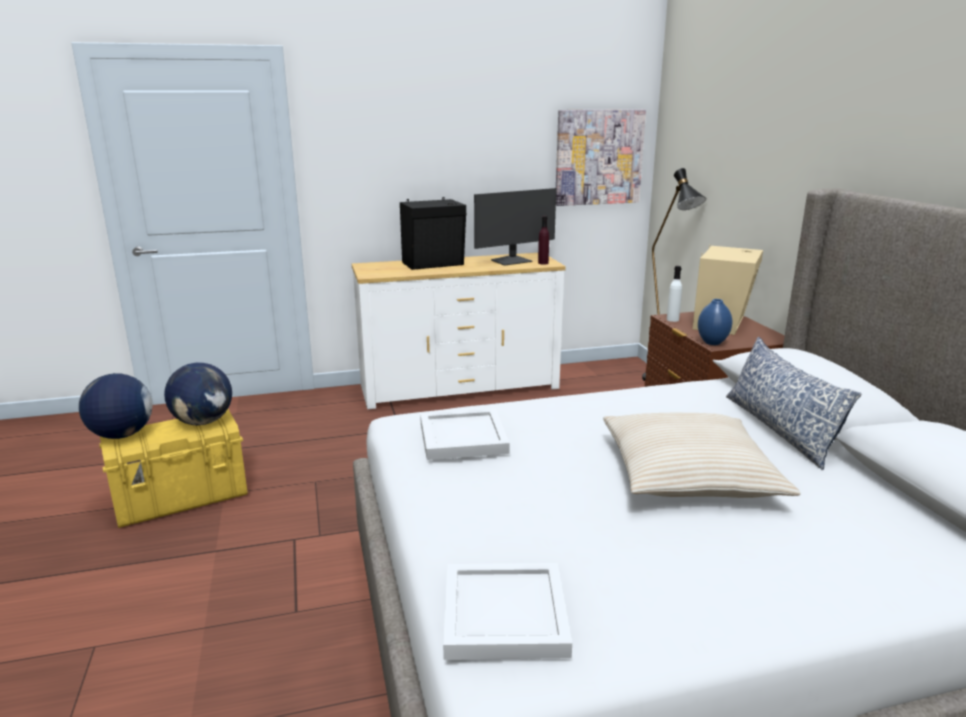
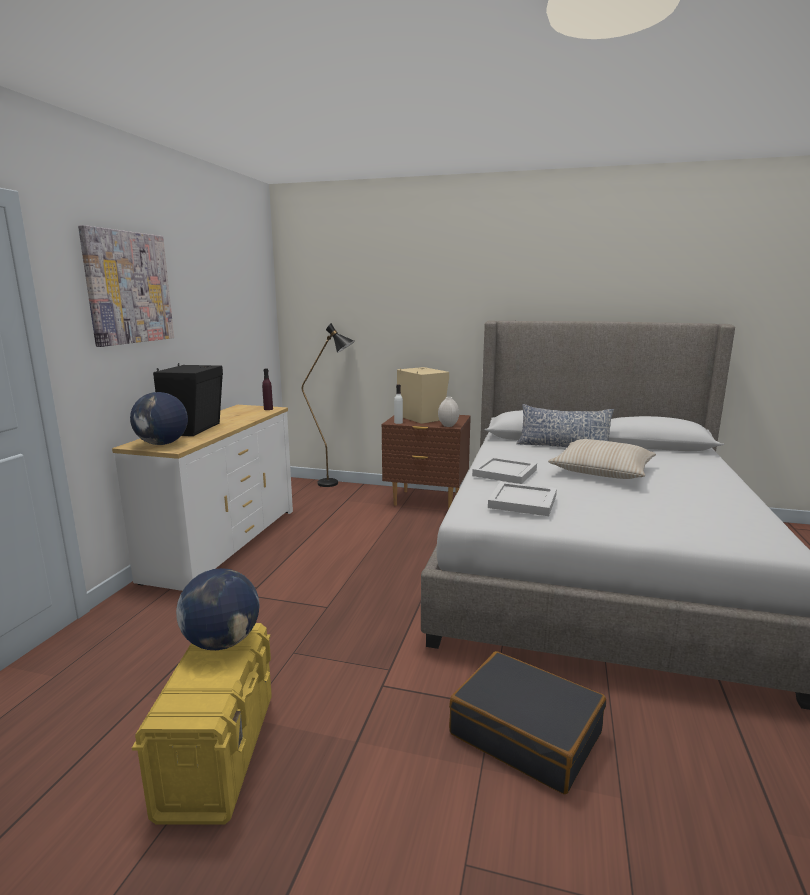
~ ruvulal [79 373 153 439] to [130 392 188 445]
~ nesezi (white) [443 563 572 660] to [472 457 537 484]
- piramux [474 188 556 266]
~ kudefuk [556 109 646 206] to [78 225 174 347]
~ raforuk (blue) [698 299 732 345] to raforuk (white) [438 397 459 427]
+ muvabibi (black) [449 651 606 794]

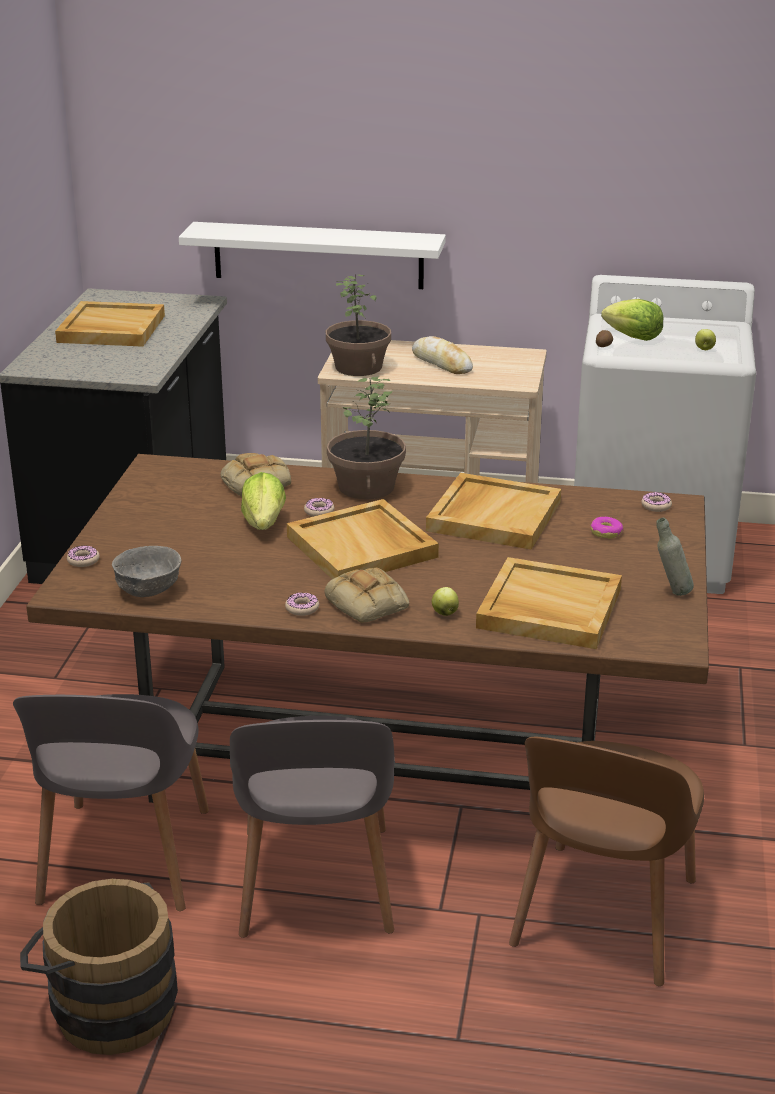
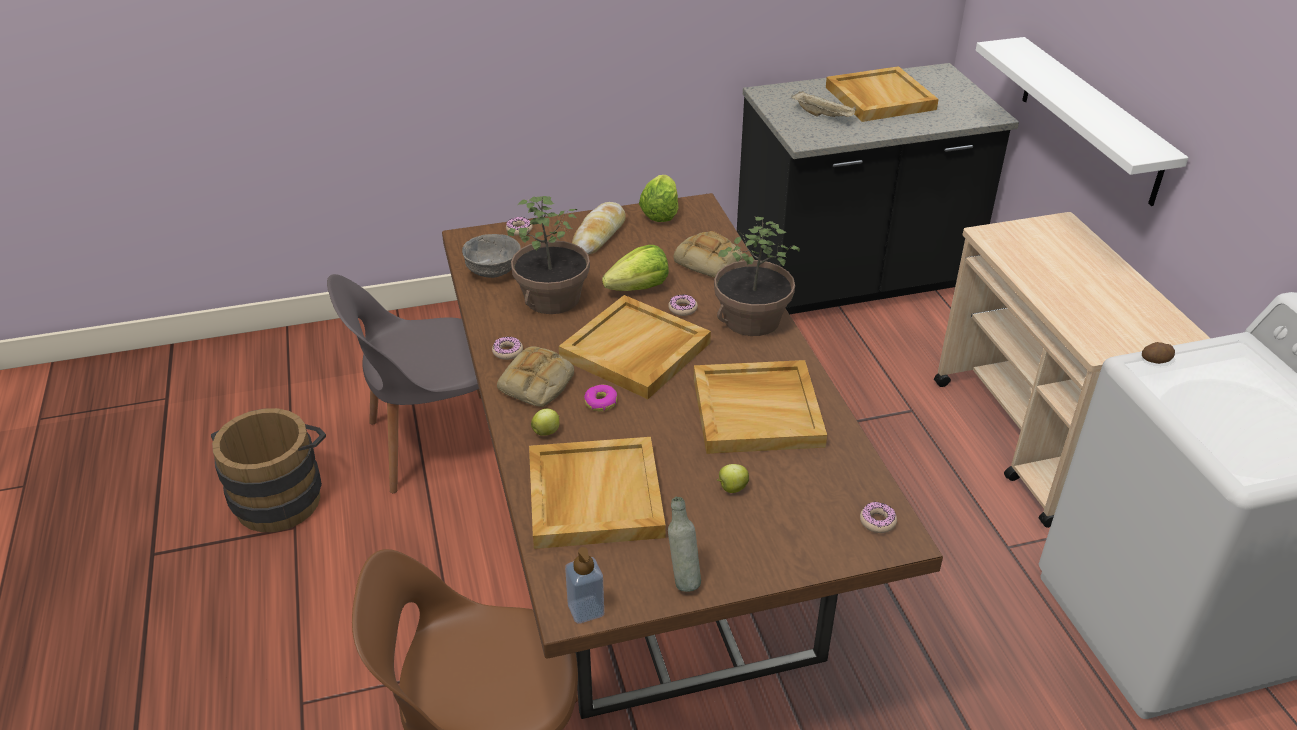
- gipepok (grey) [230 716 395 938]
~ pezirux [326 274 391 376] to [507 196 590 314]
~ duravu [412 336 473 374] to [572 202 626 255]
~ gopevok [590 517 623 539] to [584 385 617 411]
~ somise [601 299 664 341] to [639 175 679 222]
~ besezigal [695 329 716 350] to [717 464 749 493]
+ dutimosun [565 547 604 624]
+ nesezi (beige) [791 91 856 117]

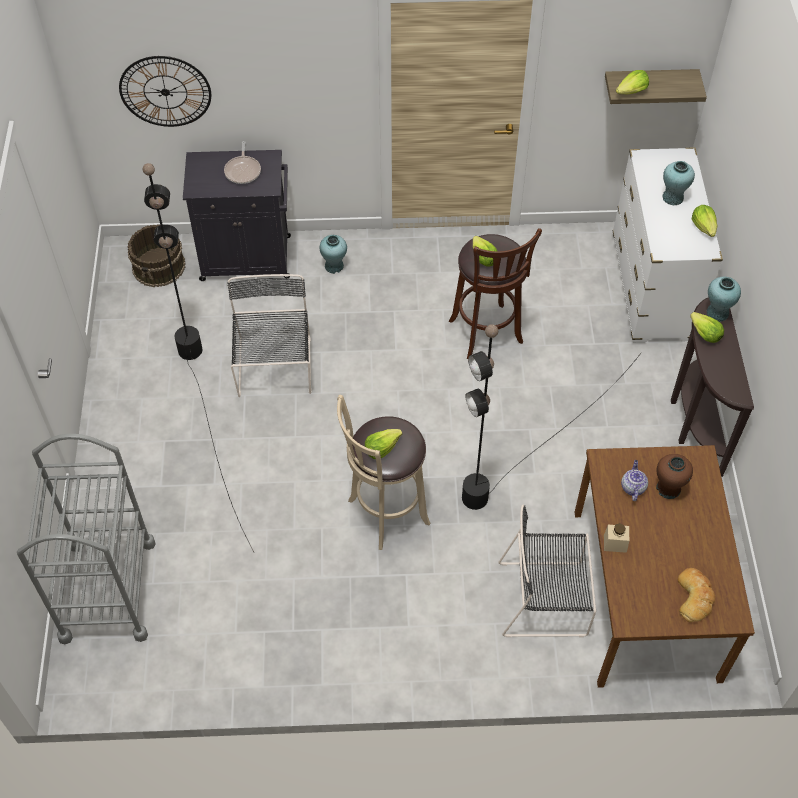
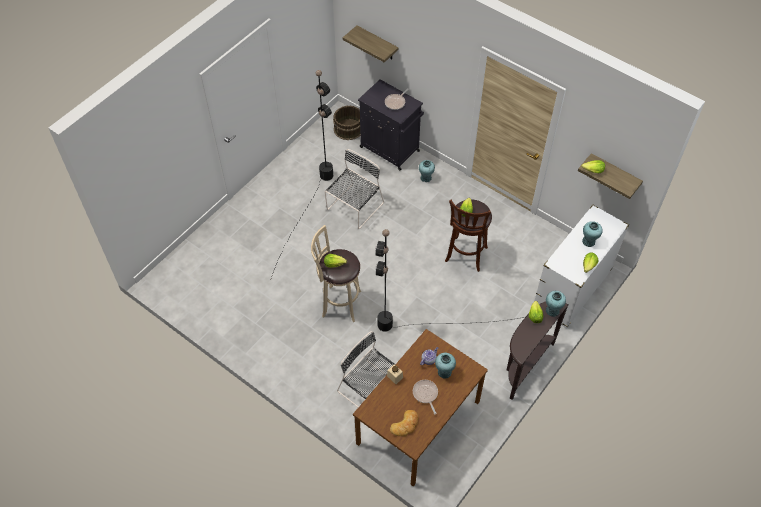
- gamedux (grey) [17 434 156 644]
~ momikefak [119 56 211 127] to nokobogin [343 25 398 63]
~ raforuk (brown) [656 454 693 499] to raforuk (turquoise) [435 353 456 379]
+ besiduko [413 380 438 415]

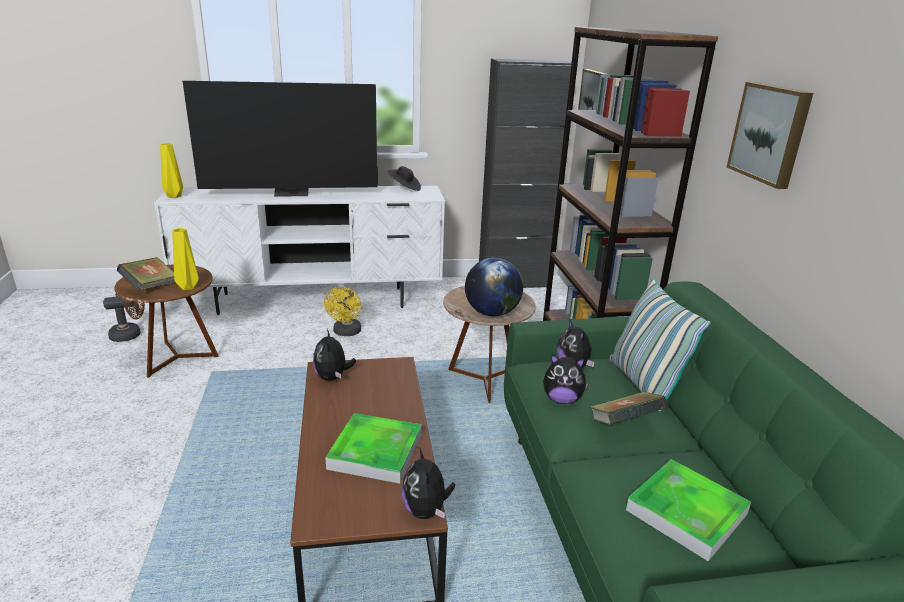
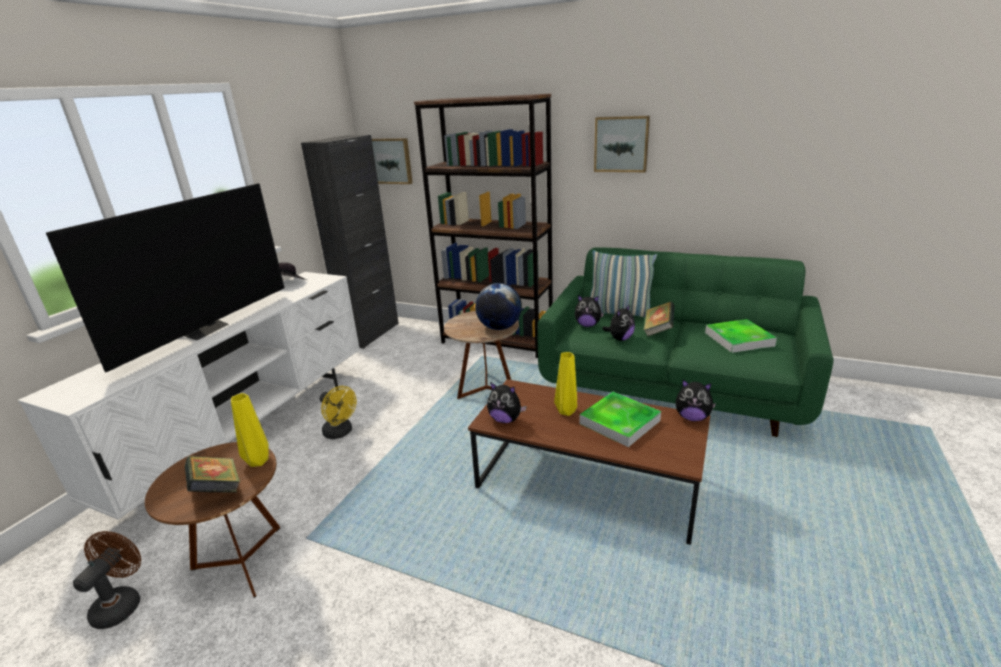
~ raforuk (yellow) [160 143 183 198] to [554 352 577 416]

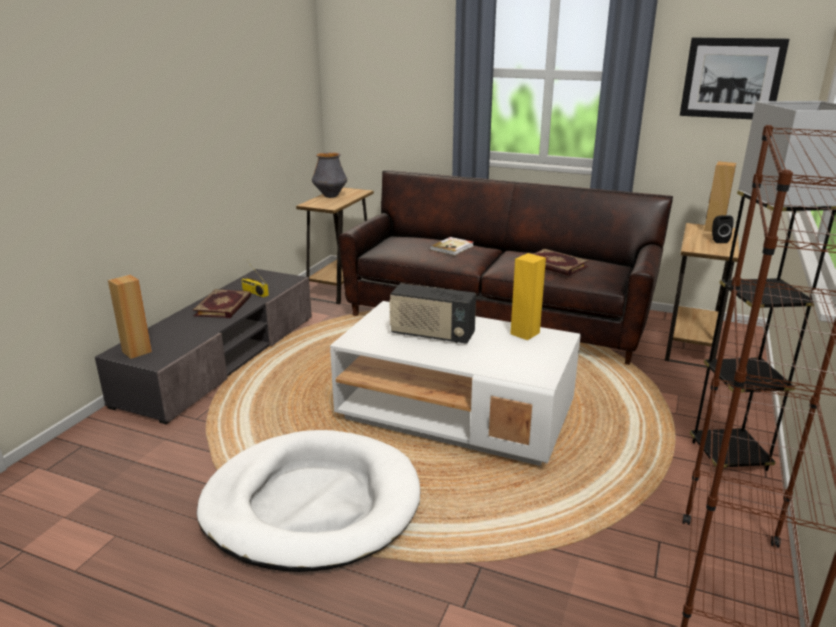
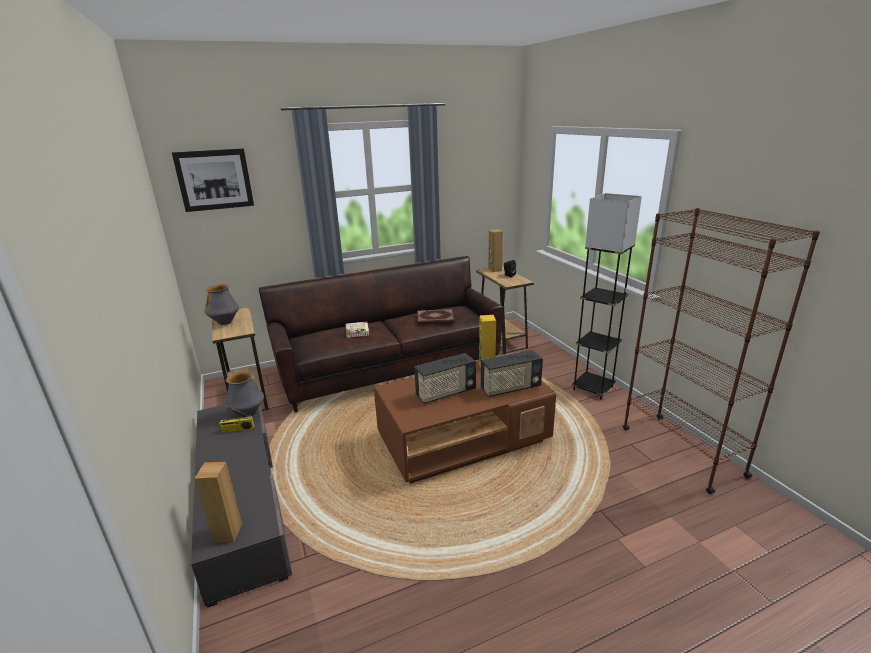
- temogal [193 289 251 318]
- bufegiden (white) [196 430 420 572]
~ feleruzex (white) [330 301 581 466] to feleruzex (brown) [374 362 556 484]
~ kudefuk [680 38 789 119] to [172 148 254 212]
+ raforuk [225 371 264 417]
+ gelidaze [481 350 543 397]

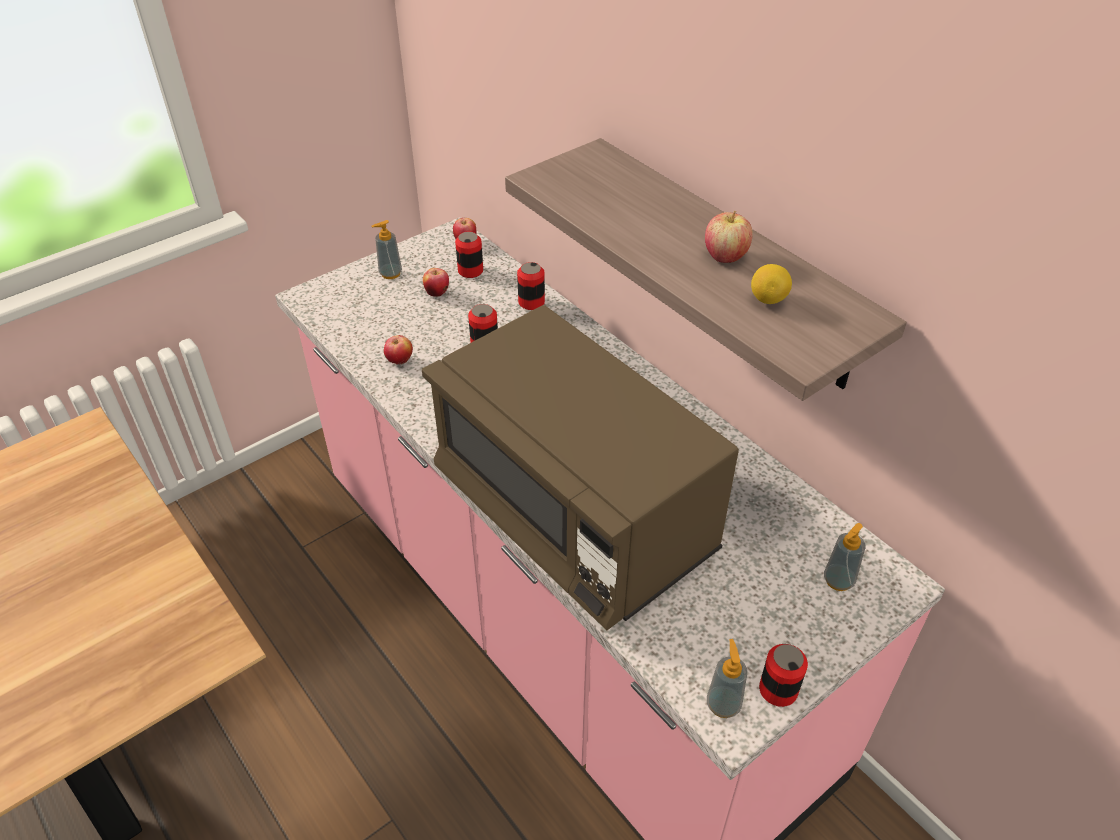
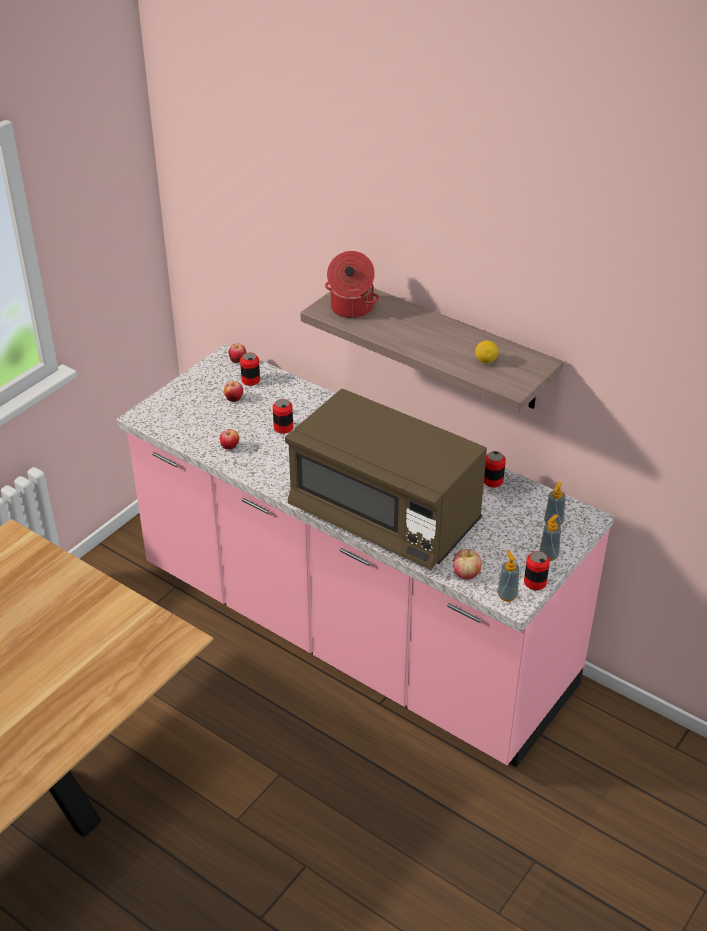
~ dutimosun [372 220 402 279] to [539 514 561 561]
~ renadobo [517 262 545 310] to [484 451 506 488]
~ besezigal [705 210 753 263] to [453 549 482 580]
+ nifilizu [325 251 379 318]

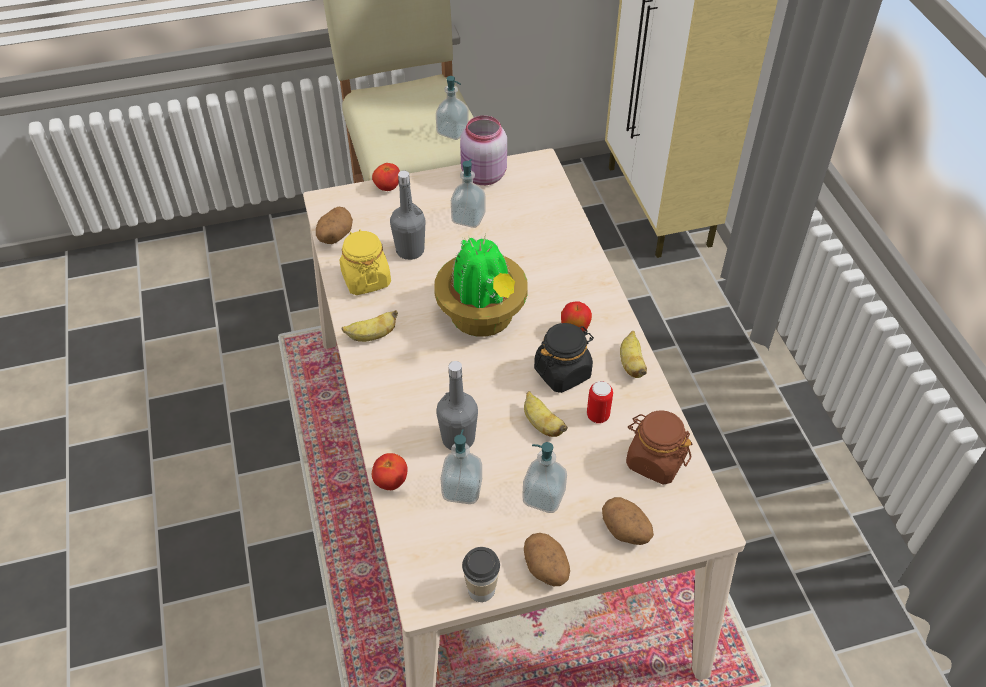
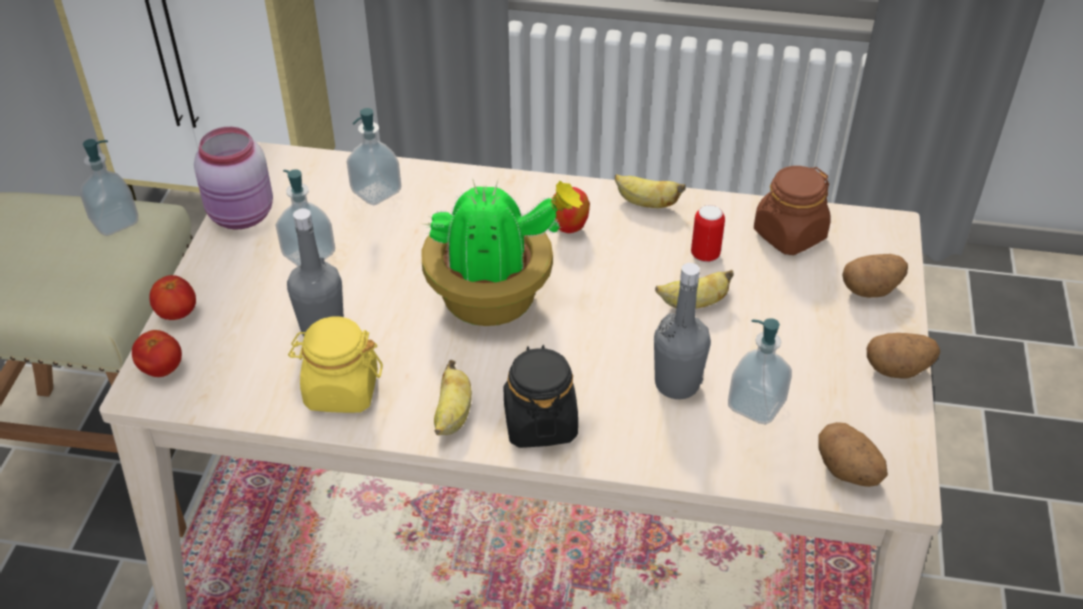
~ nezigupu [316 207 353 244] to [818 422 888 487]
~ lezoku [372 453 408 490] to [132 330 182 377]
- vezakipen [462 547 500 602]
~ dutimosun [522 442 567 513] to [347 108 401 205]
~ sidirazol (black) [534 323 594 393] to [503 345 578 448]

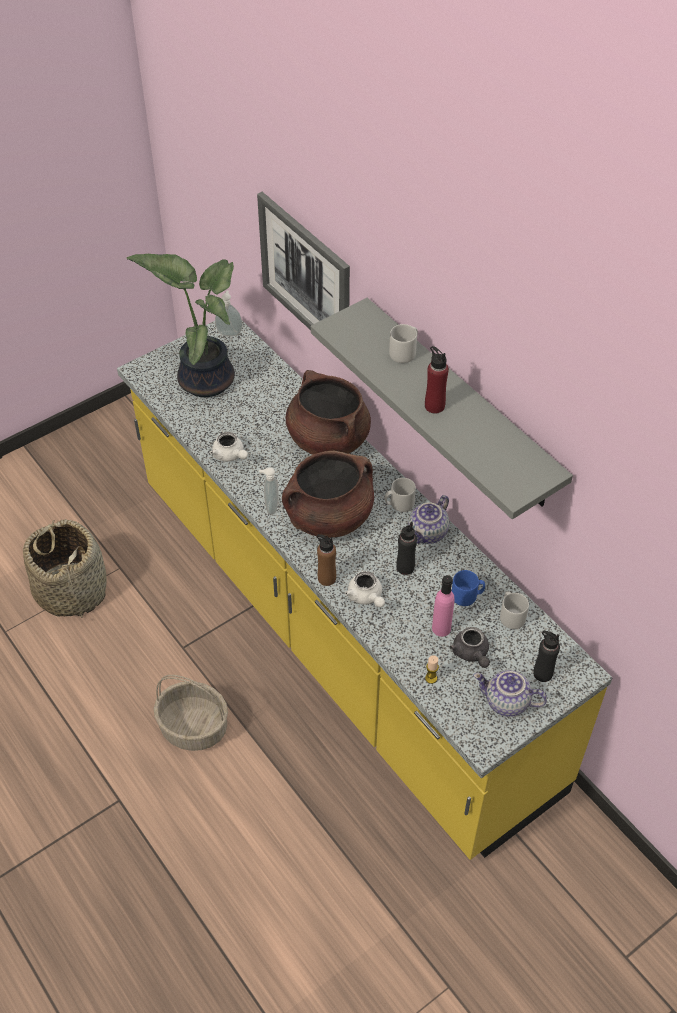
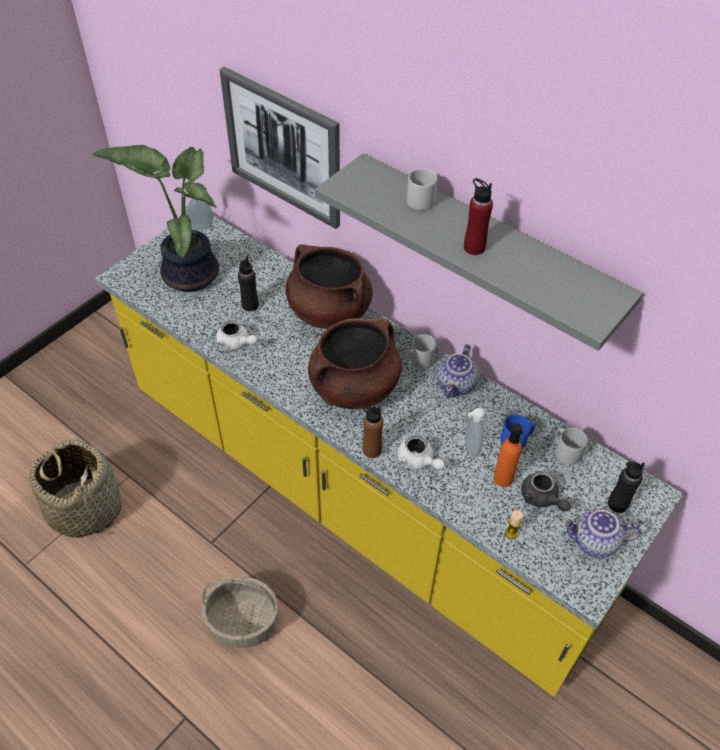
~ dutimosun [259 467 279 515] to [465 408 485 457]
~ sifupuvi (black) [396 522 417 575] to [238 256 259 312]
~ sifupuvi (pink) [432 575 455 637] to sifupuvi (orange) [493 423 523 487]

